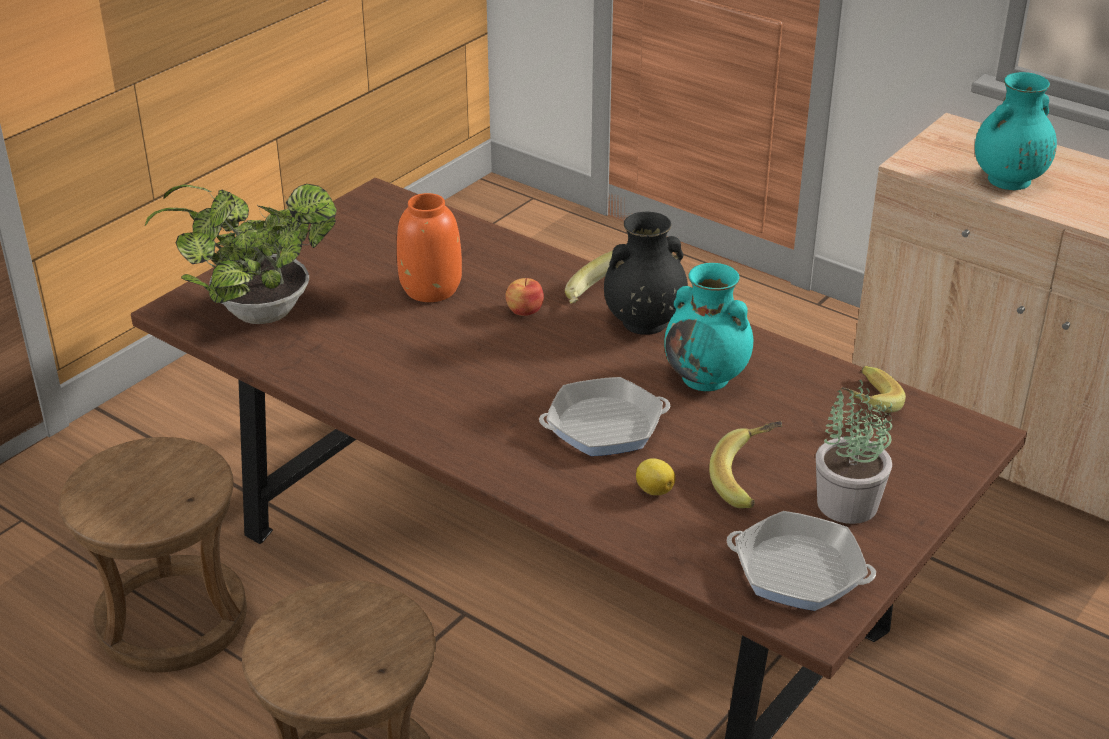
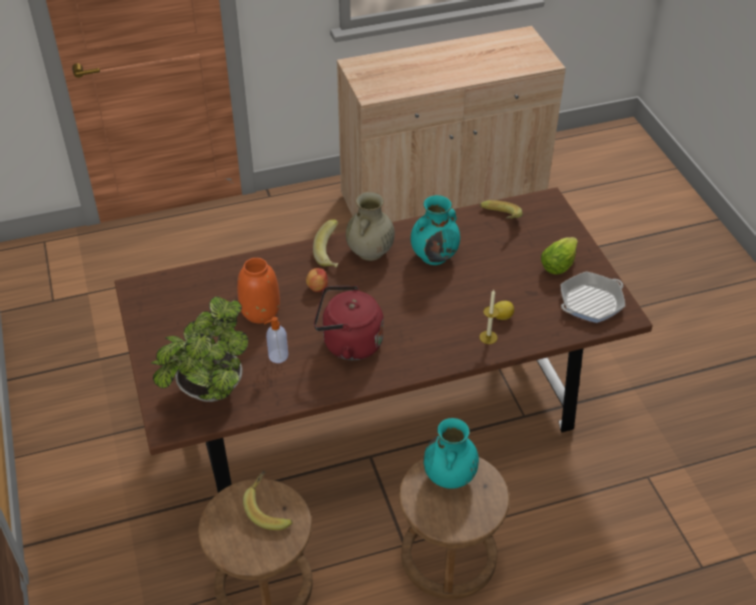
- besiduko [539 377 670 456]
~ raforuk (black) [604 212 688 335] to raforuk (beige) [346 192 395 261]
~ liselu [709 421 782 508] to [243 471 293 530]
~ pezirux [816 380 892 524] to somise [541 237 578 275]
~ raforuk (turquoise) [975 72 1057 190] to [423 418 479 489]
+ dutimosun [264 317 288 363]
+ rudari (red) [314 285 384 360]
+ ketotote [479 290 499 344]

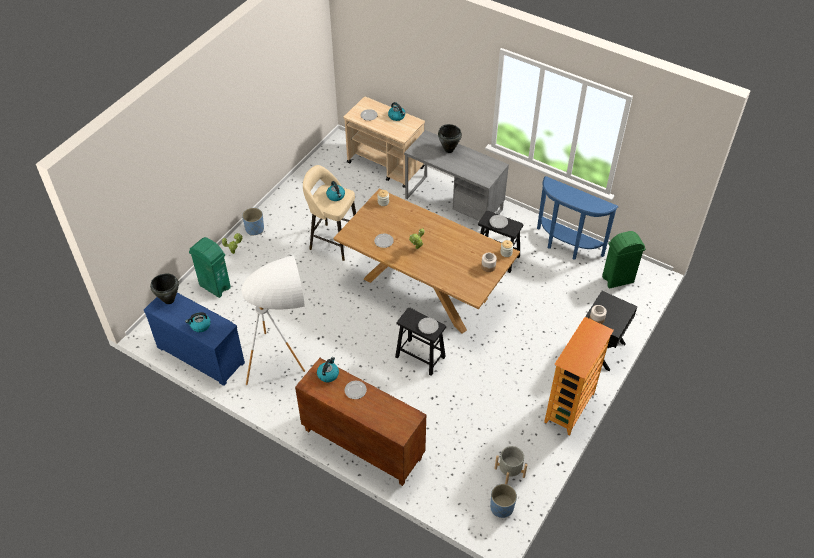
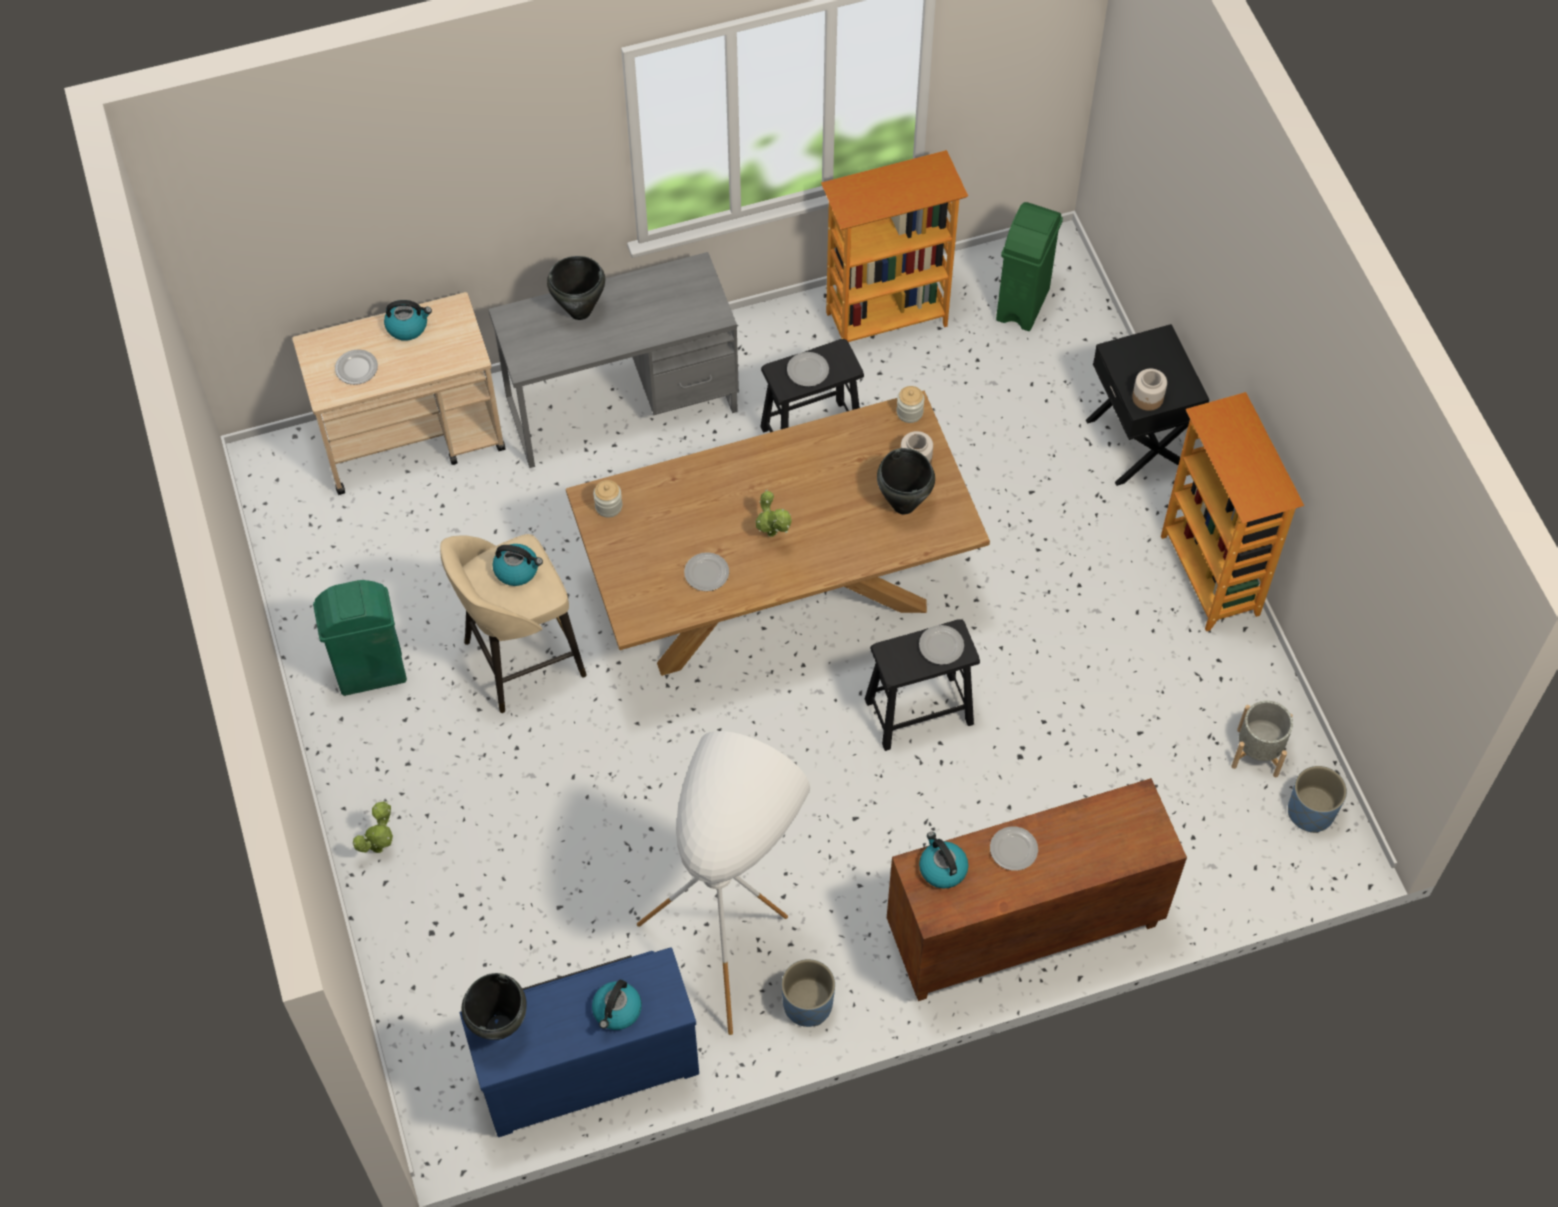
~ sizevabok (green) [189 237 231 298] to [313 580 407 696]
~ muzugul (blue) [242 208 264 235] to [781 959 835 1027]
~ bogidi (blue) [537 176 618 260] to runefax [821 150 968 342]
+ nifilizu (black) [877 448 935 514]

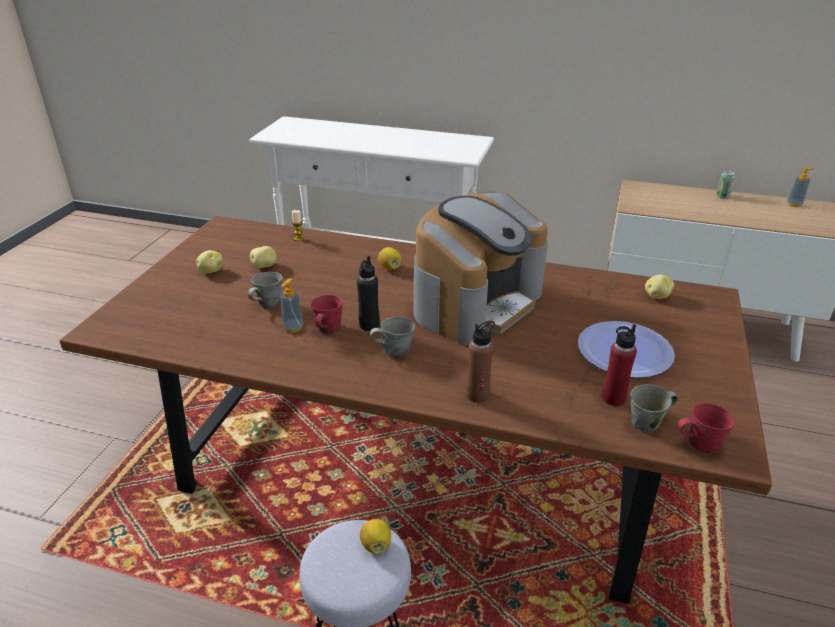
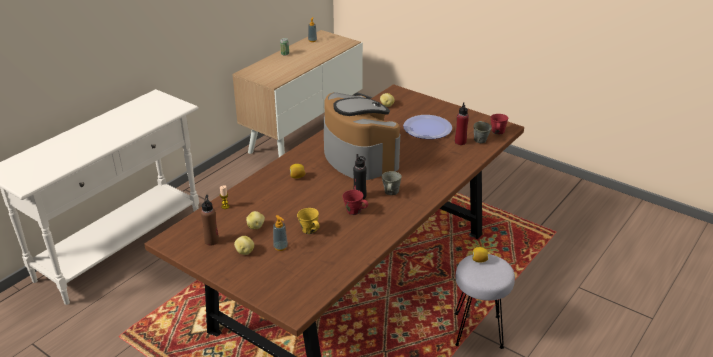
~ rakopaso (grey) [247 272 283 308] to rakopaso (yellow) [297 208 320 234]
~ dutimosun [280 278 304 333] to [273 215 288 251]
~ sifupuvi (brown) [466 320 495 403] to [201 195 219 245]

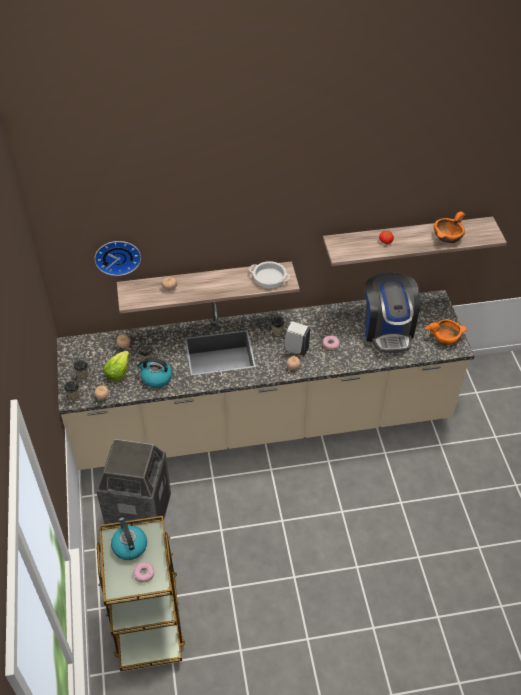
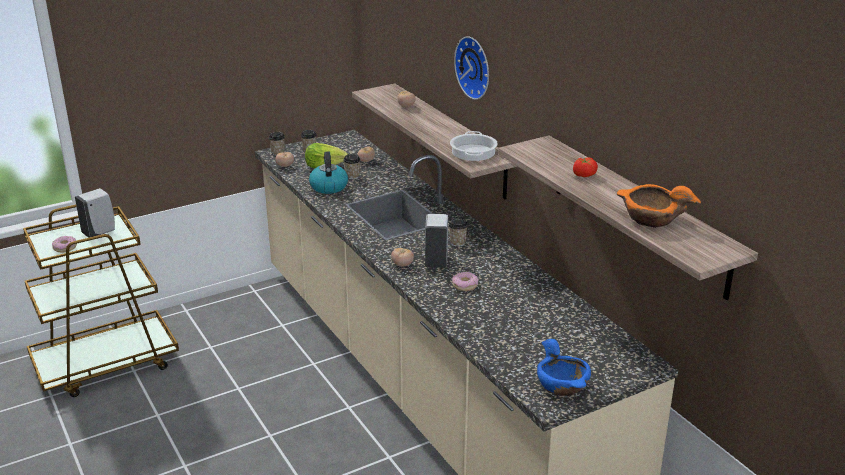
~ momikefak [94 241 141 276] to [454 36 489 100]
- sizevabok [96 439 171 528]
~ rudari [111 517 147 560] to dutimosun (white) [75 188 115 238]
- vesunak [365 273 420 353]
~ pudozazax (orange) [424 319 467 345] to pudozazax (blue) [537 339 591 396]

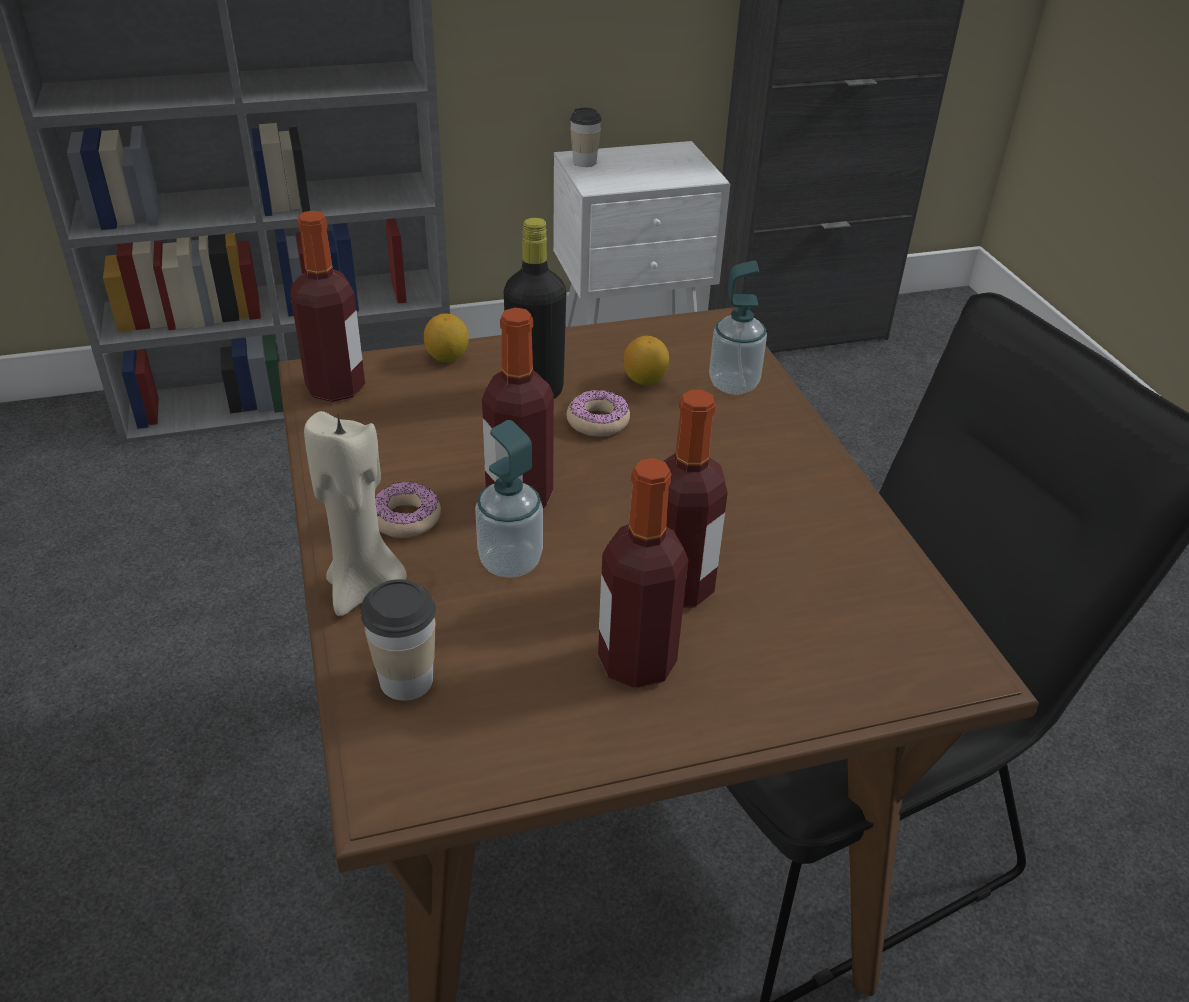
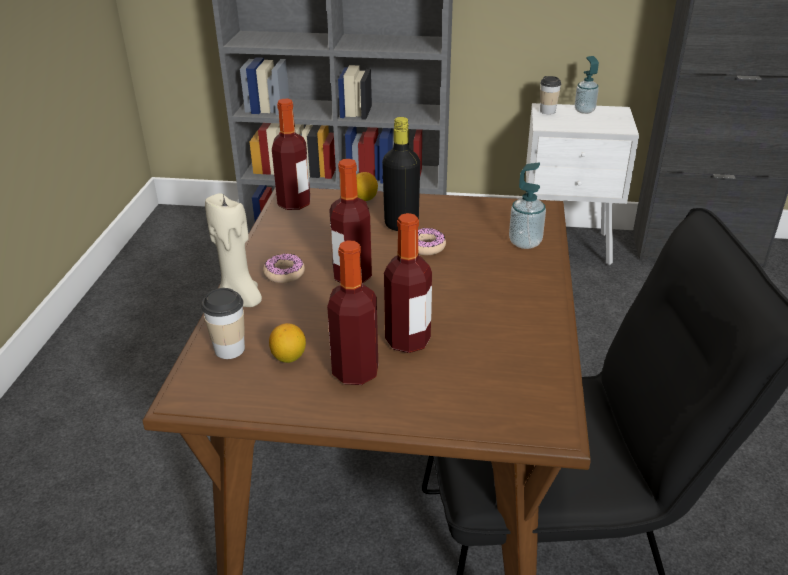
~ dutimosun [475 420 543 578] to [575 56 599 114]
~ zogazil [623 336 669 385] to [269 323 306 363]

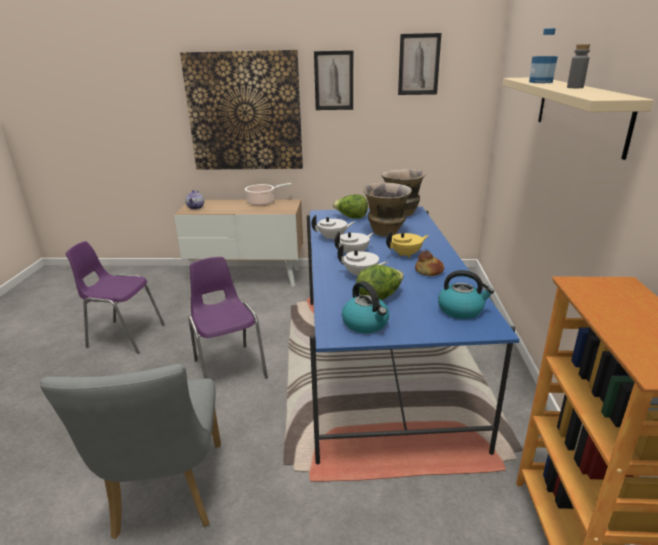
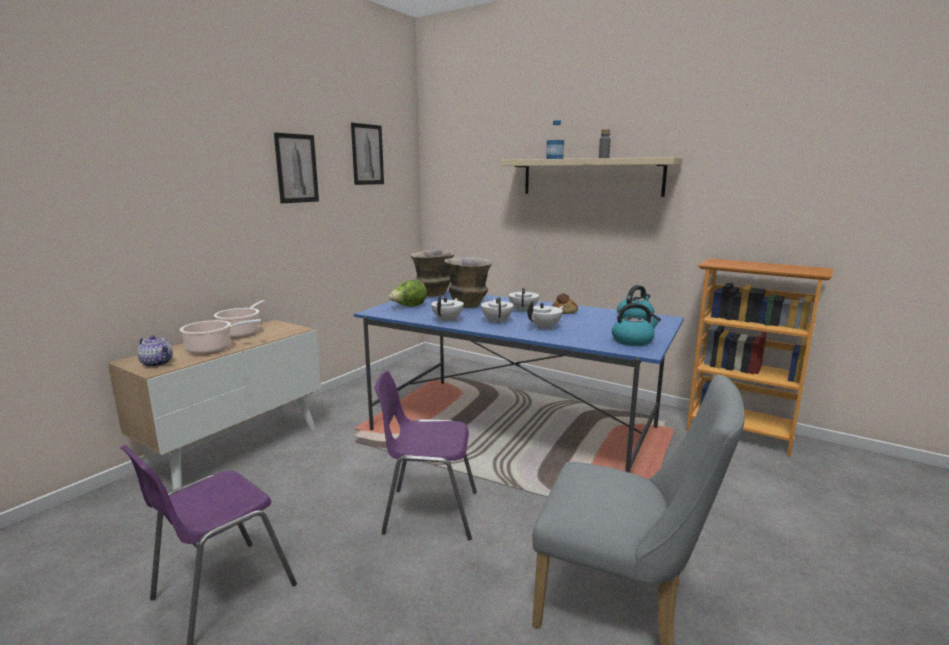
- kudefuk [180 50 303 170]
- somise [356 265 404 300]
~ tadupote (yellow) [386 230 429 258] to tadupote (white) [509 288 539 312]
+ nifilizu [180 319 261 355]

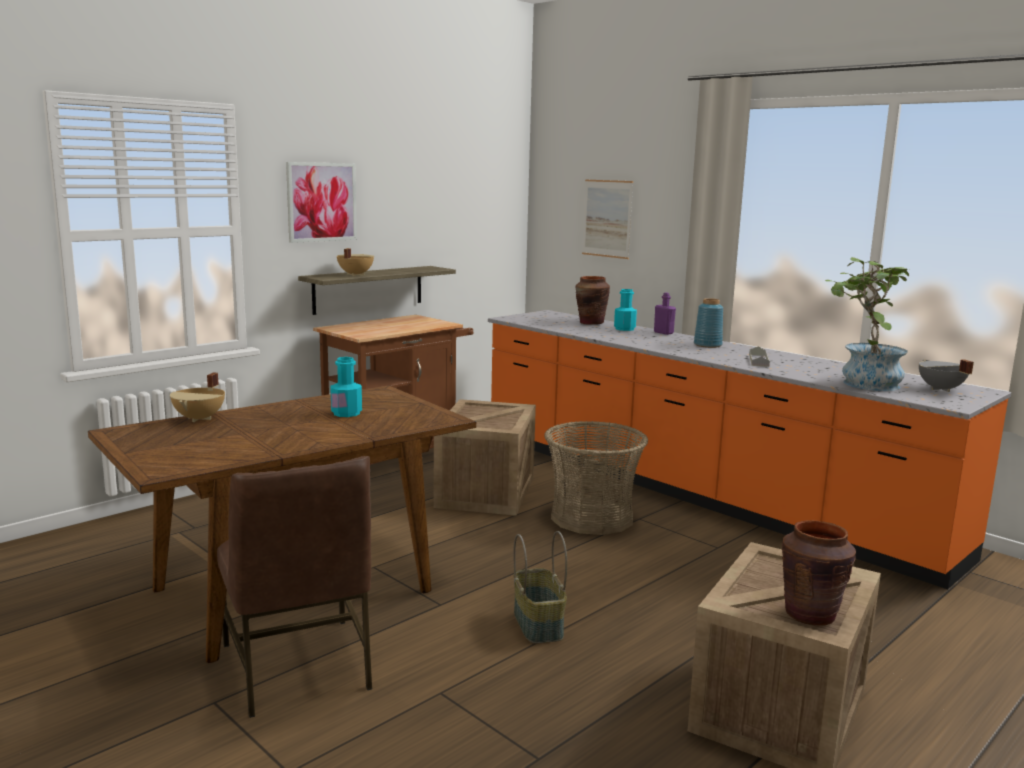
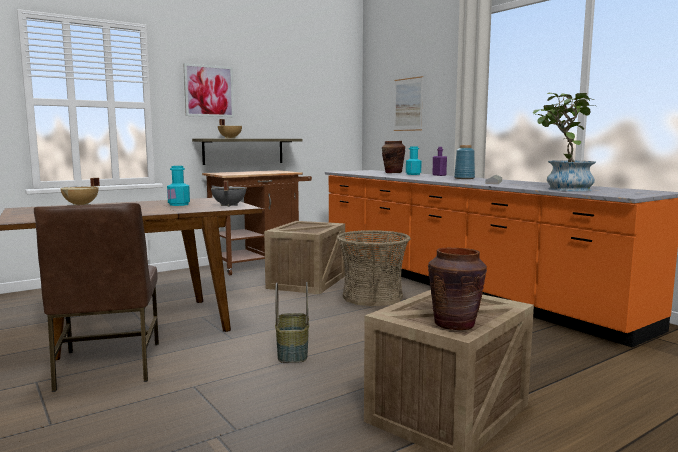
~ nifilizu (grey) [919 359 974 392] to [211 181 246 207]

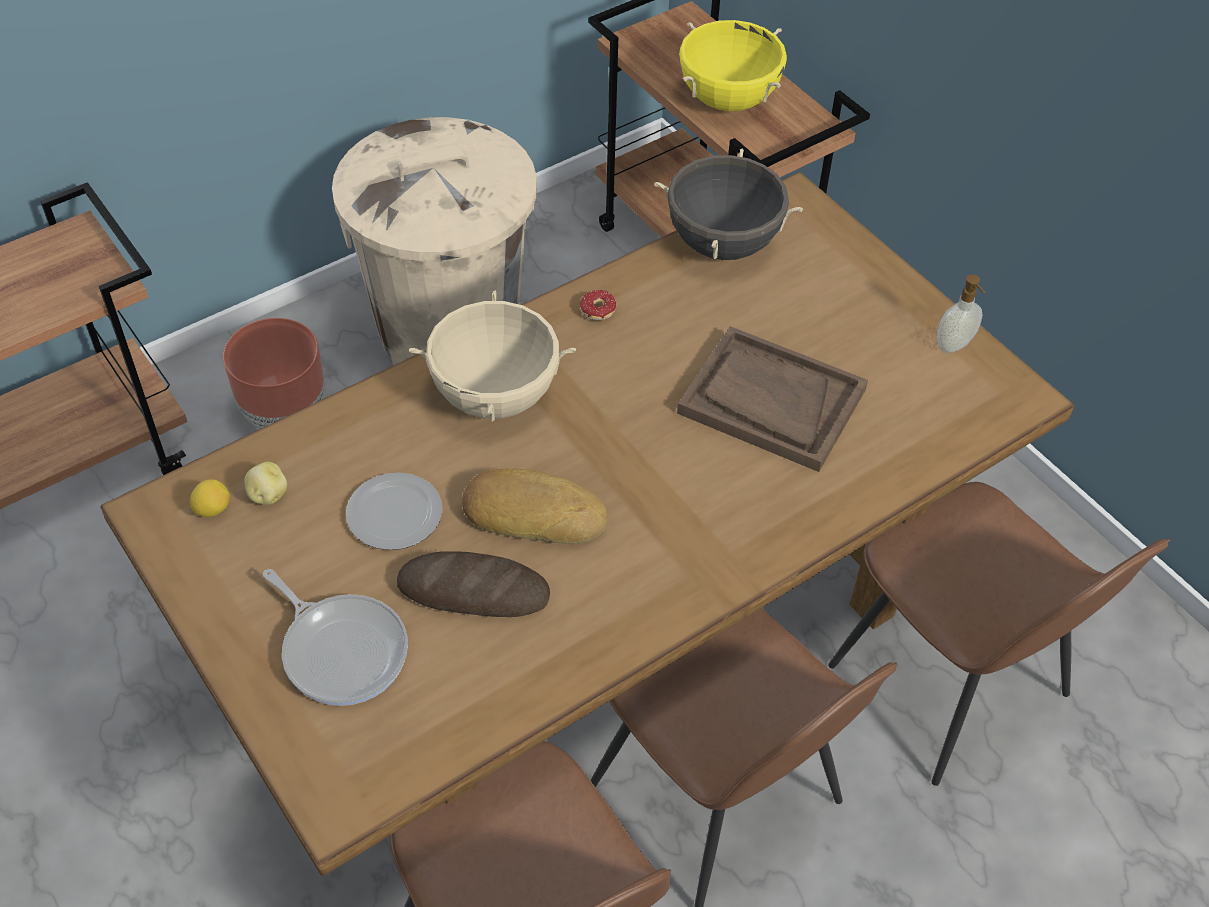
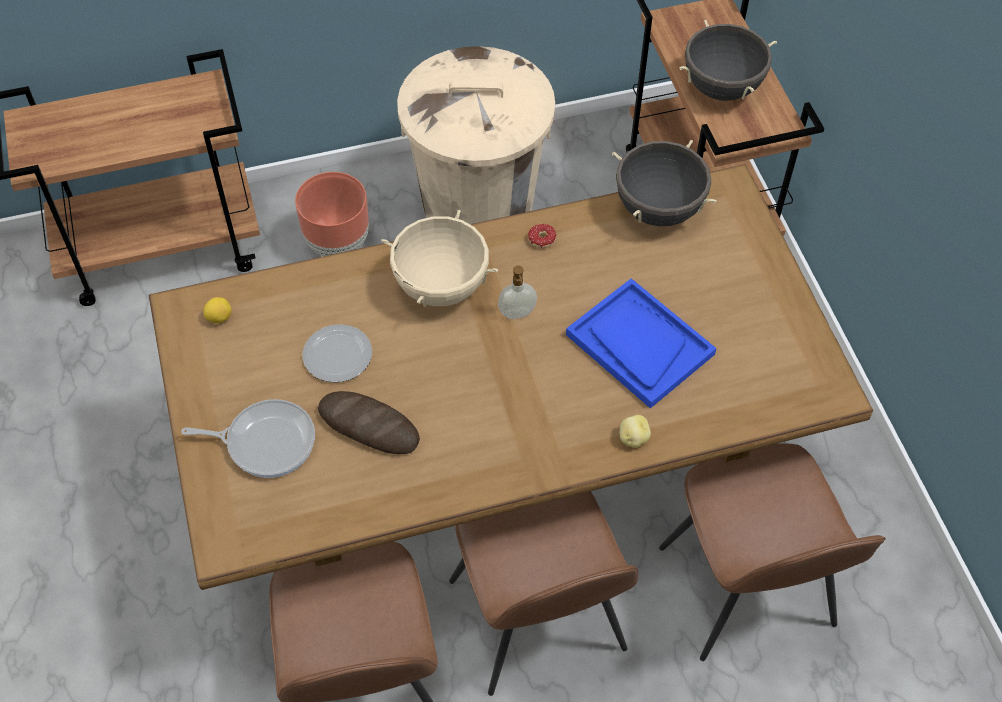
~ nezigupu [244 462 287 505] to [620 415 651 448]
~ besiduko [263 569 408 706] = [181 399 315 478] 60 degrees counterclockwise
- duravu [462 468 607 544]
~ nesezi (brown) [677 326 868 472] to nesezi (blue) [566 278 716 409]
~ nifilizu (yellow) [679 20 787 111] to nifilizu (black) [679 20 777 101]
~ dutimosun [937 274 985 353] to [498 266 537 319]

